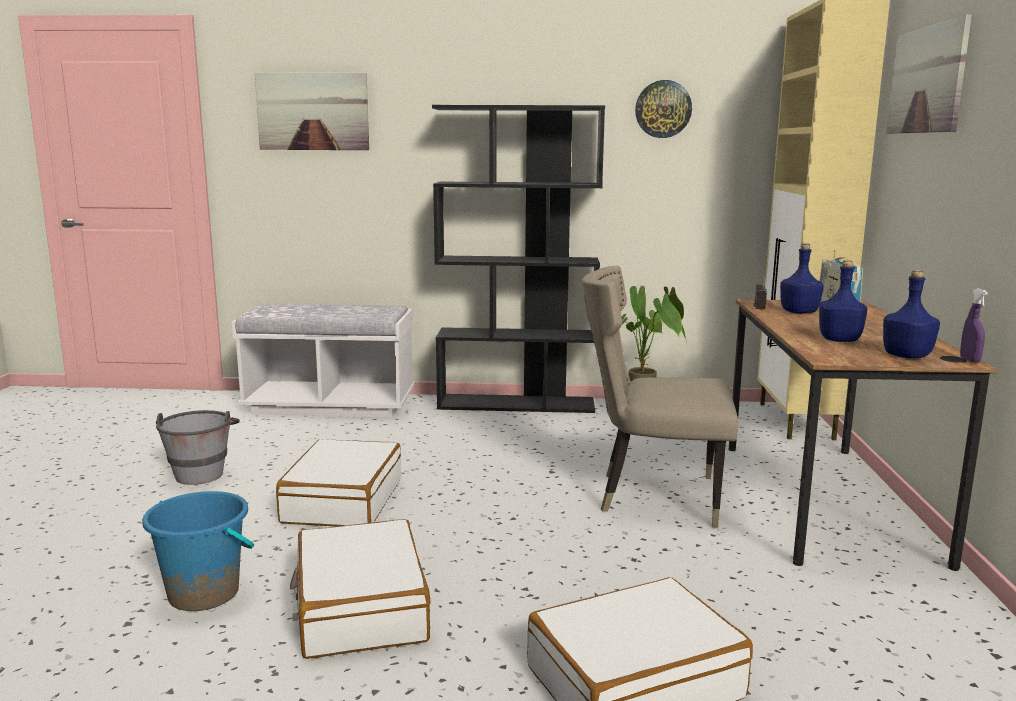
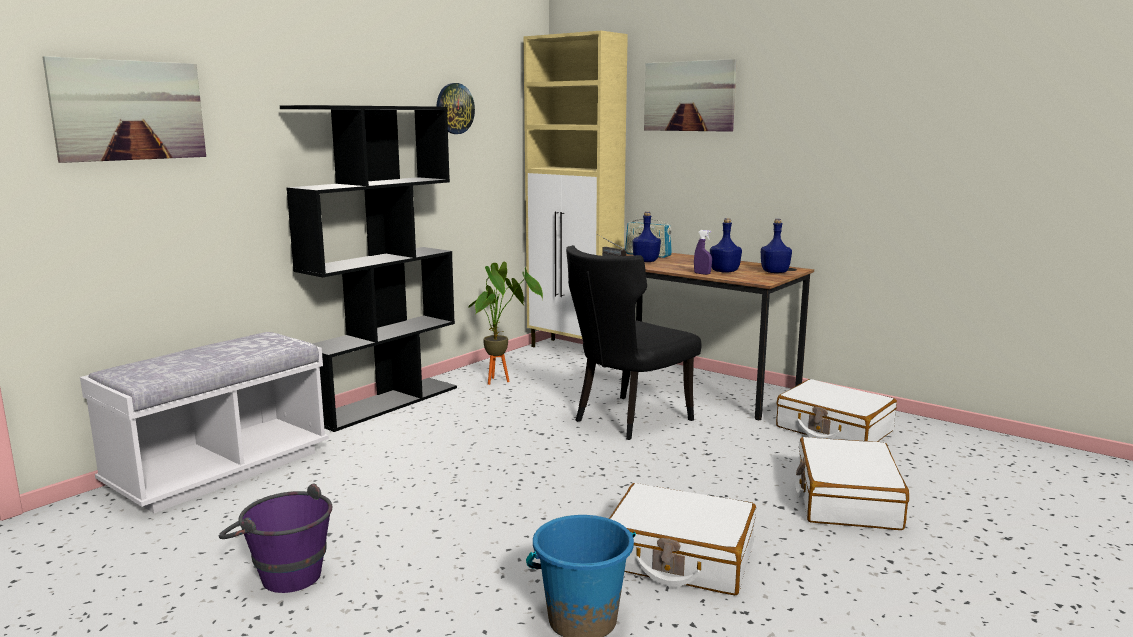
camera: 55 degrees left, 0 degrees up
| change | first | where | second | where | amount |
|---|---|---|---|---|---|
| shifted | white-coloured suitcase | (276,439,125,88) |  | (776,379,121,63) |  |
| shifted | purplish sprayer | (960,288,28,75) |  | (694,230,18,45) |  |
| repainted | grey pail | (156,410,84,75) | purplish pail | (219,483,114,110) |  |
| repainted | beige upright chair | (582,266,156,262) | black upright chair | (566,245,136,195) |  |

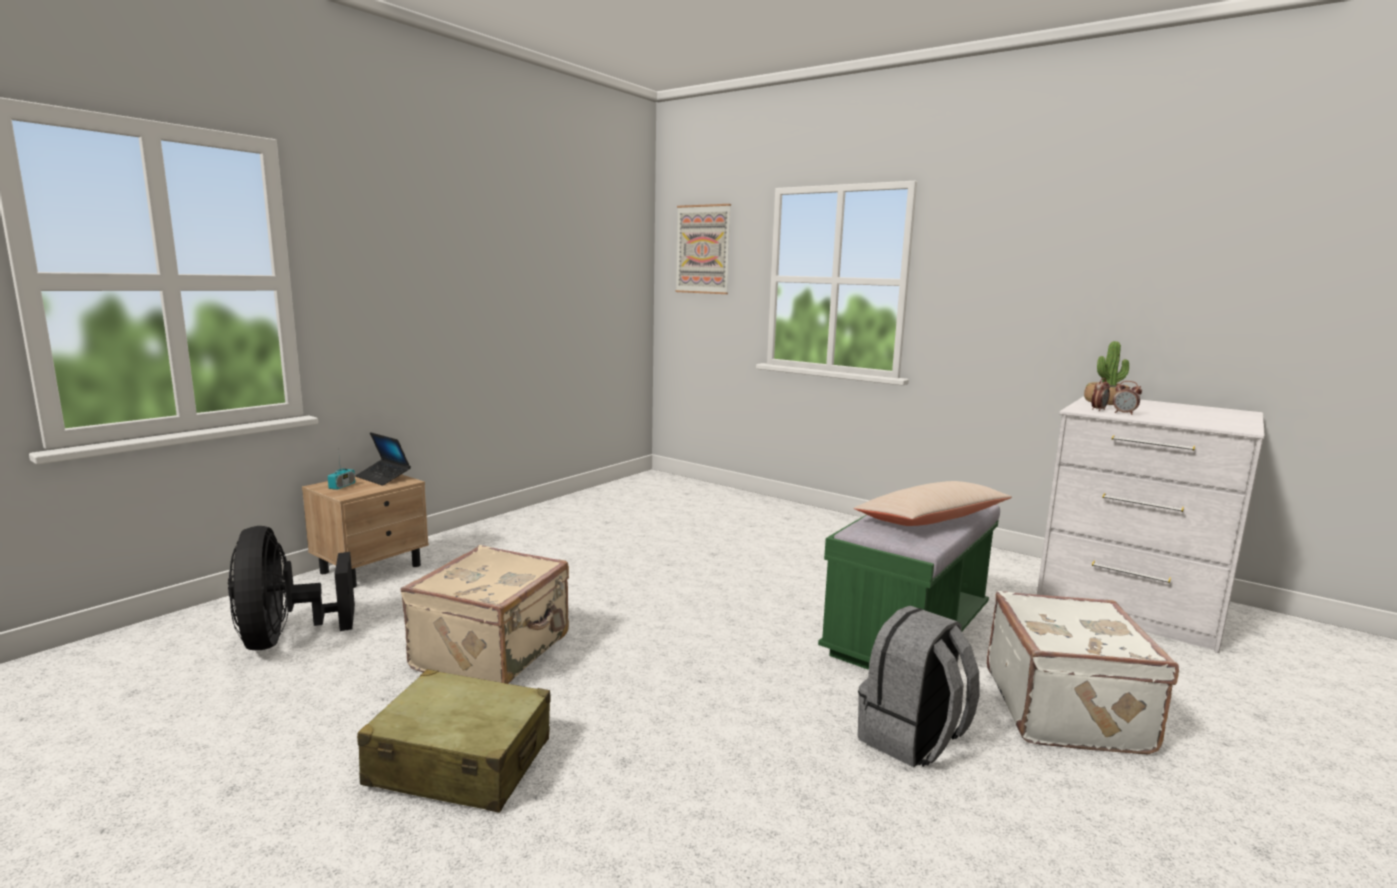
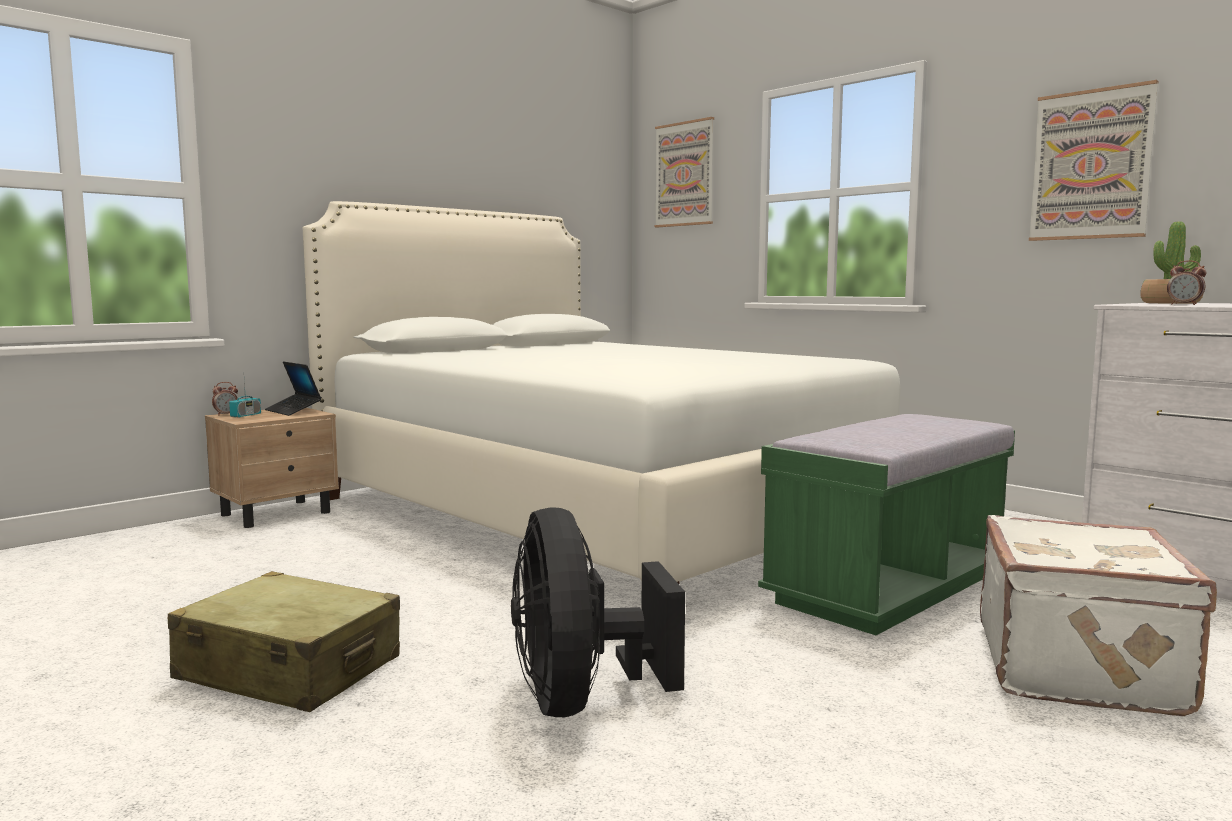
camera: 10 degrees right, 5 degrees down
| change | first | where | second | where | amount |
|---|---|---|---|---|---|
| gone | beige suitcase | (400,545,169,139) |  |  |  |
| gone | beige pillow | (854,481,158,45) |  |  |  |
| gone | grey rucksack | (858,606,122,161) |  |  |  |
| new |  |  | white-coloured sleeping bed | (303,201,598,383) |  |
| new |  |  | picture | (1029,80,129,161) |  |
| shifted | black fan | (228,526,127,124) |  | (511,507,174,210) |  |
| shifted | table clock | (1091,378,19,33) |  | (212,382,26,34) |  |

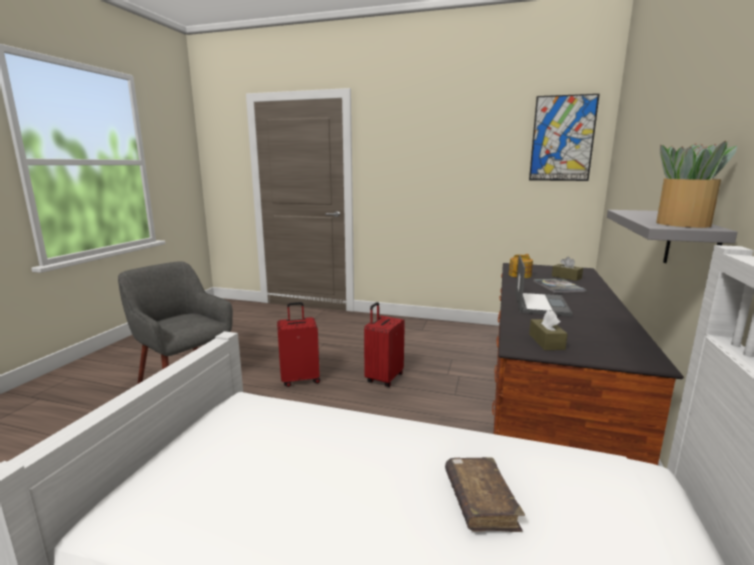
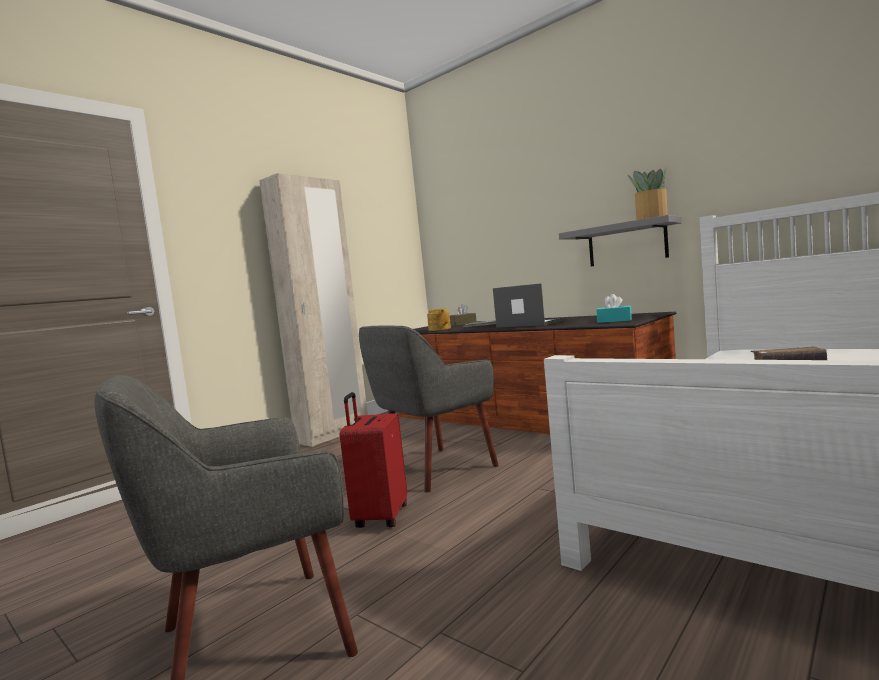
camera: 65 degrees left, 10 degrees down
| change | first | where | second | where | amount |
|---|---|---|---|---|---|
| gone | picture | (529,94,71,87) |  |  |  |
| new |  |  | beige clothes cupboard | (259,173,109,274) |  |
| swapped | red suitcase | (364,302,41,85) | grey easy chair | (359,325,140,168) |  |
| repainted | brown tissue box | (529,310,39,40) | blue-green tissue box | (596,294,36,29) |  |

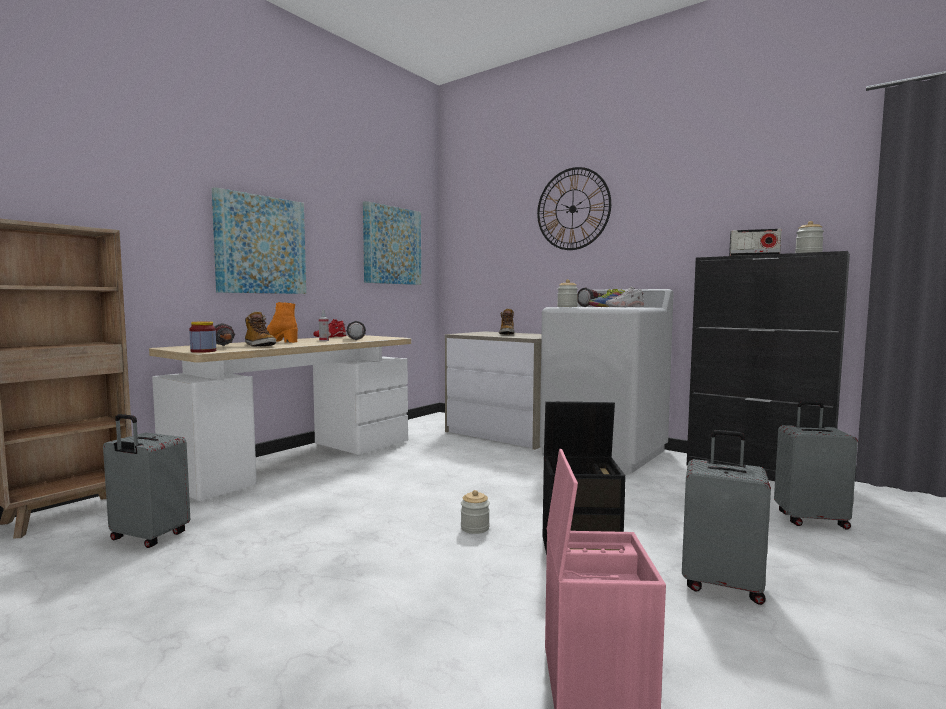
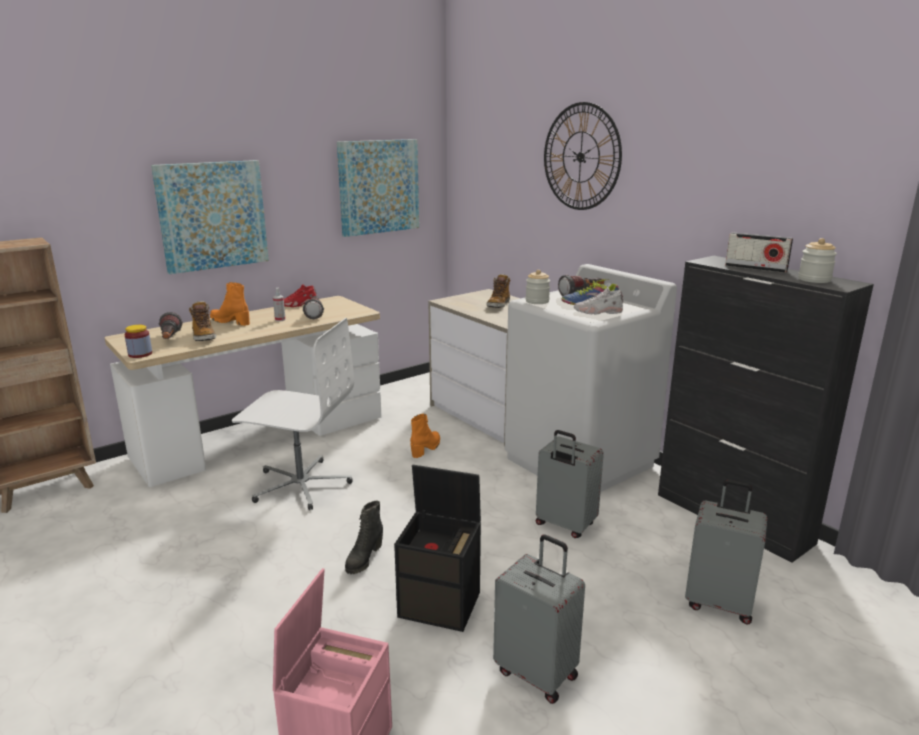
camera: 15 degrees right, 15 degrees up
| change | first | where | second | where | amount |
|---|---|---|---|---|---|
| new |  |  | white-coloured desk chair | (232,318,122,192) |  |
| new |  |  | orangey high-top boot | (410,413,30,45) |  |
| shifted | grey suitcase | (103,414,87,134) |  | (536,430,68,108) |  |
| swapped | storage jar | (461,490,29,44) | black high-top boot | (345,500,38,74) |  |

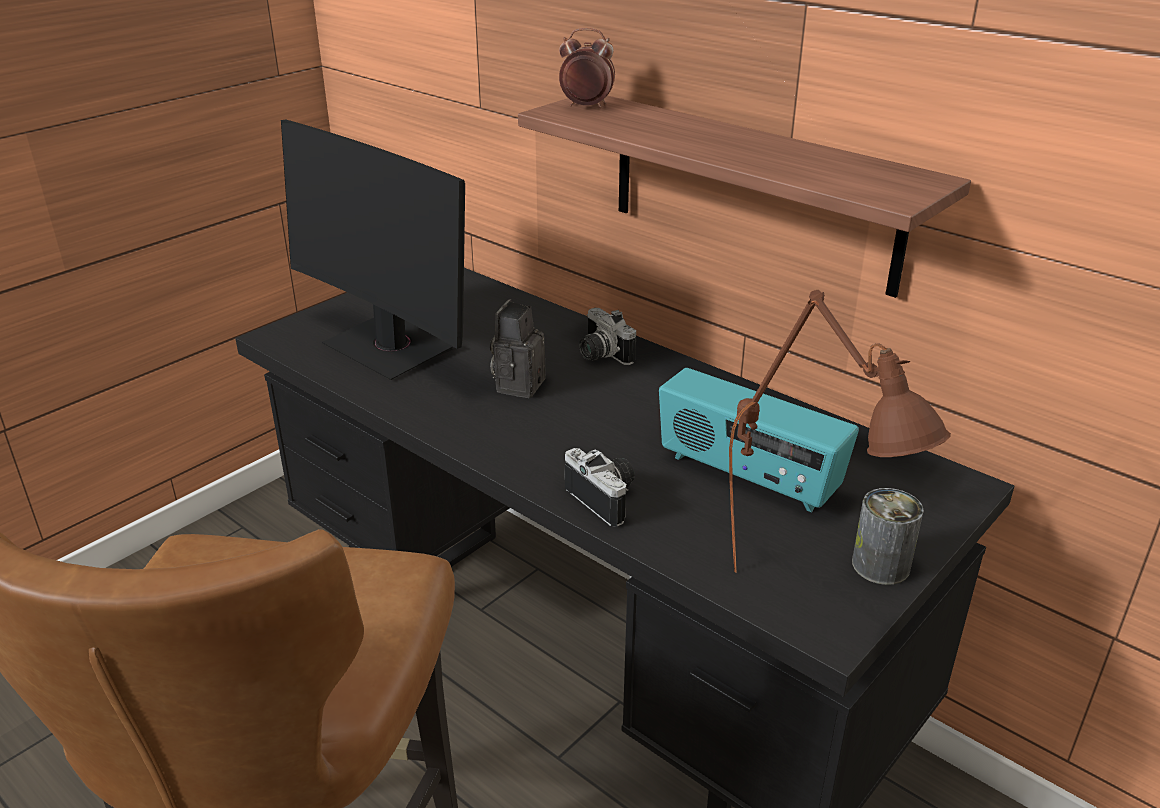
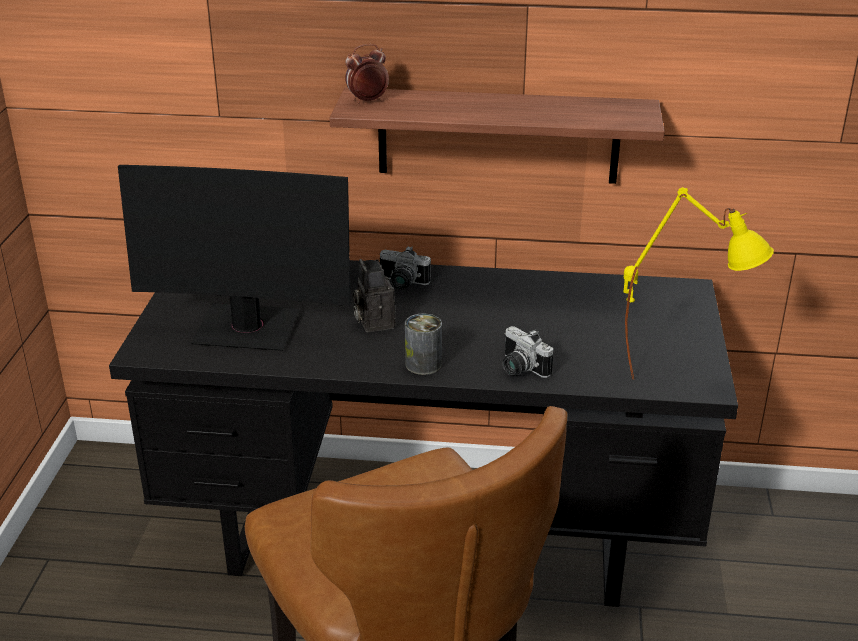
camera: 35 degrees left, 0 degrees up
| change | first | where | second | where | amount |
|---|---|---|---|---|---|
| gone | radio set | (659,368,200,144) |  |  |  |
| shifted | can | (852,488,72,97) |  | (405,313,37,62) |  |
| repainted | brown table lamp | (729,290,222,283) | yellow-coloured table lamp | (623,187,151,193) |  |
| rotated | still camera | (565,448,70,79) |  | (502,326,51,52) | 150 degrees counterclockwise |

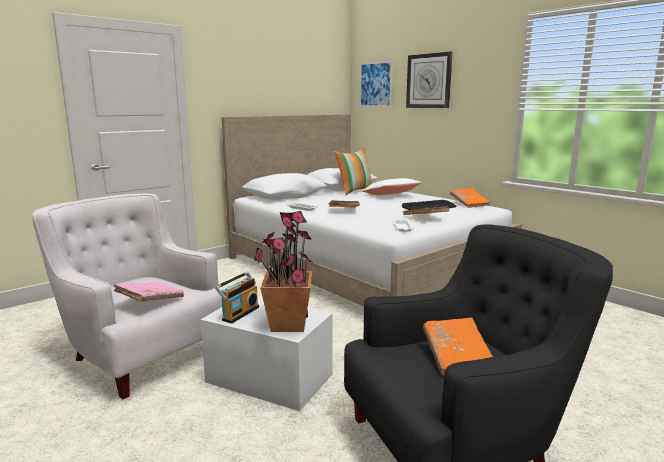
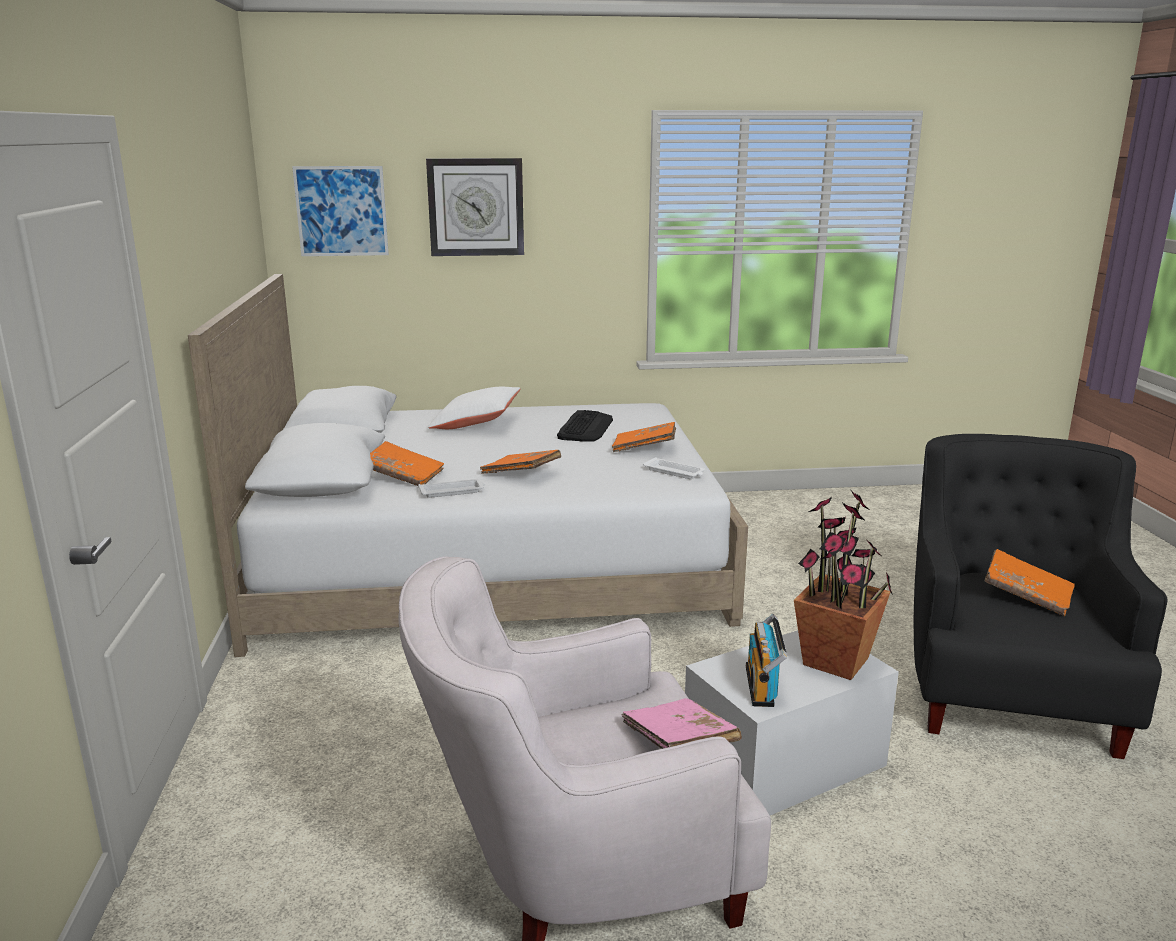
camera: 55 degrees left, 5 degrees up
| change | first | where | second | where | amount |
|---|---|---|---|---|---|
| gone | pillow | (334,148,38,47) |  |  |  |
| shifted | orangey volume | (450,187,41,21) |  | (370,441,74,45) |  |
| rotated | radio set | (215,272,44,52) |  | (746,614,41,93) | 150 degrees counterclockwise |

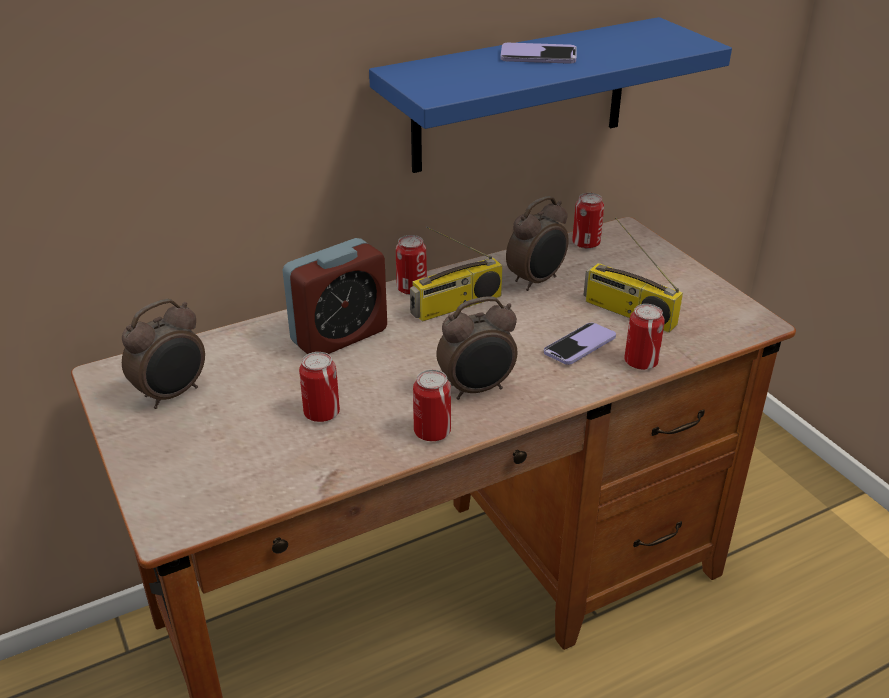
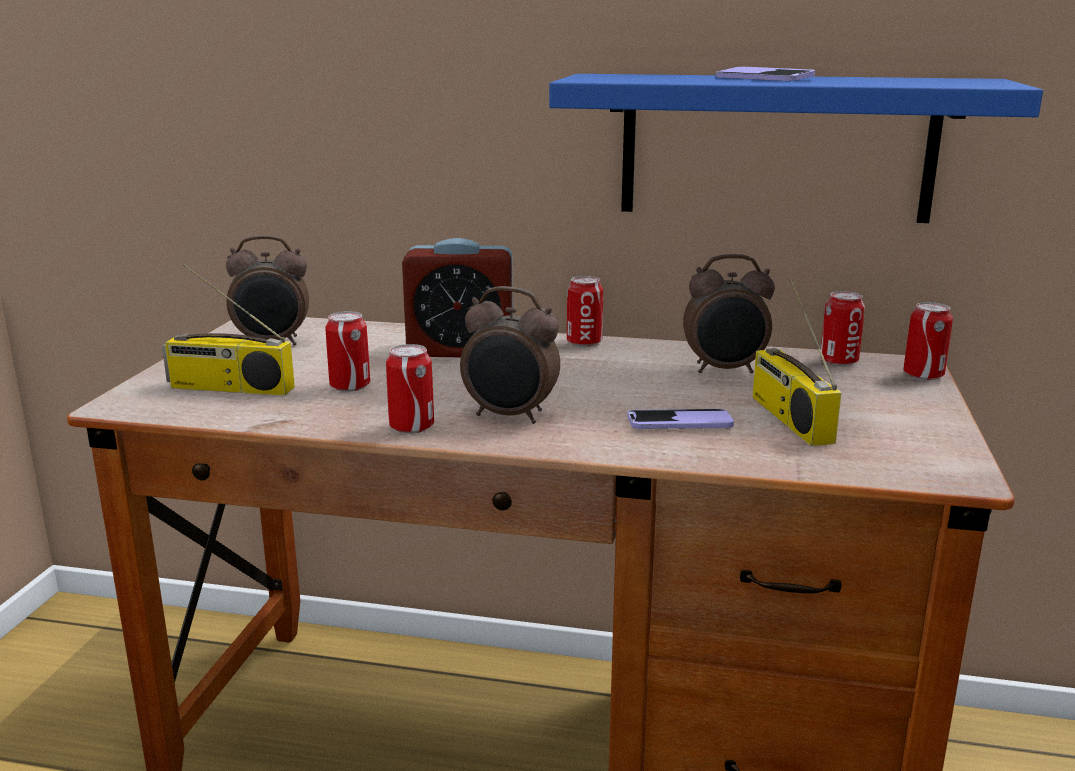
camera: 40 degrees right, 15 degrees down
| change | first | where | second | where | amount |
|---|---|---|---|---|---|
| shifted | radio set | (410,226,93,95) |  | (162,264,133,132) |  |
| shifted | can | (624,304,41,66) |  | (903,302,50,78) |  |

